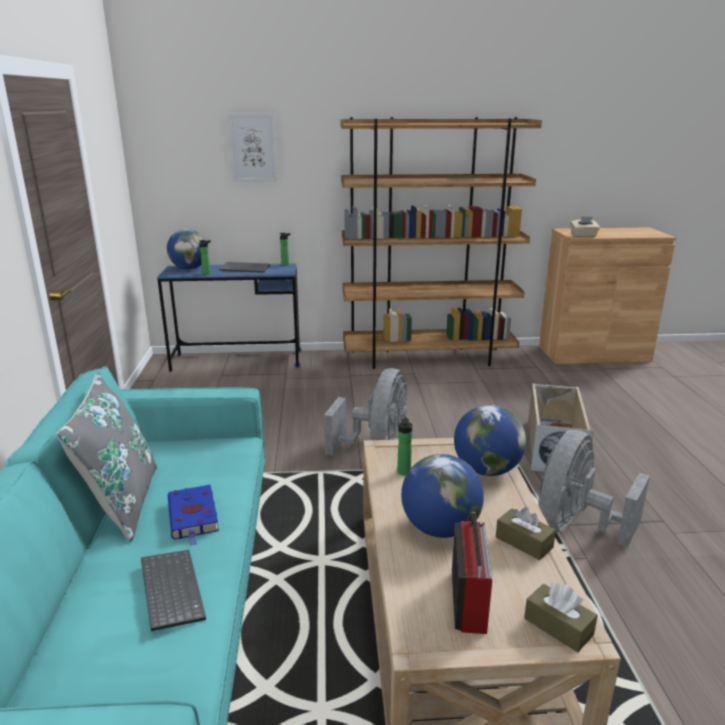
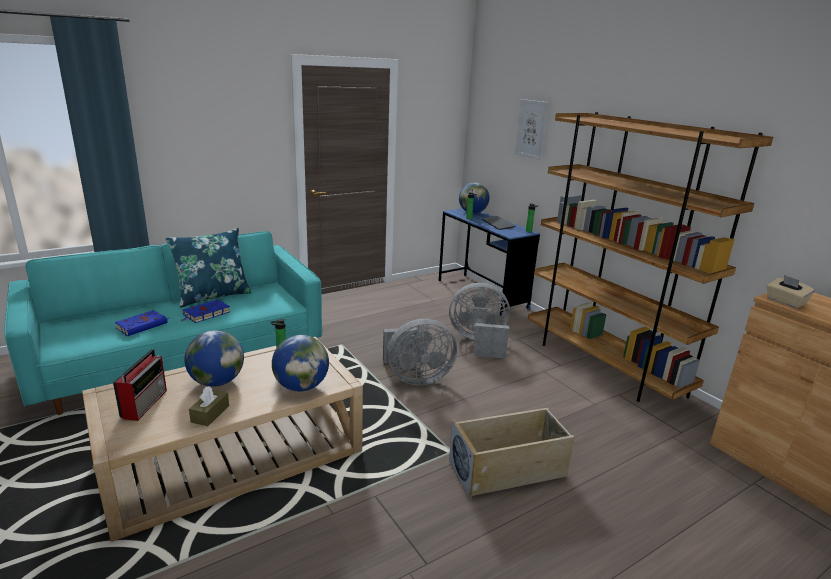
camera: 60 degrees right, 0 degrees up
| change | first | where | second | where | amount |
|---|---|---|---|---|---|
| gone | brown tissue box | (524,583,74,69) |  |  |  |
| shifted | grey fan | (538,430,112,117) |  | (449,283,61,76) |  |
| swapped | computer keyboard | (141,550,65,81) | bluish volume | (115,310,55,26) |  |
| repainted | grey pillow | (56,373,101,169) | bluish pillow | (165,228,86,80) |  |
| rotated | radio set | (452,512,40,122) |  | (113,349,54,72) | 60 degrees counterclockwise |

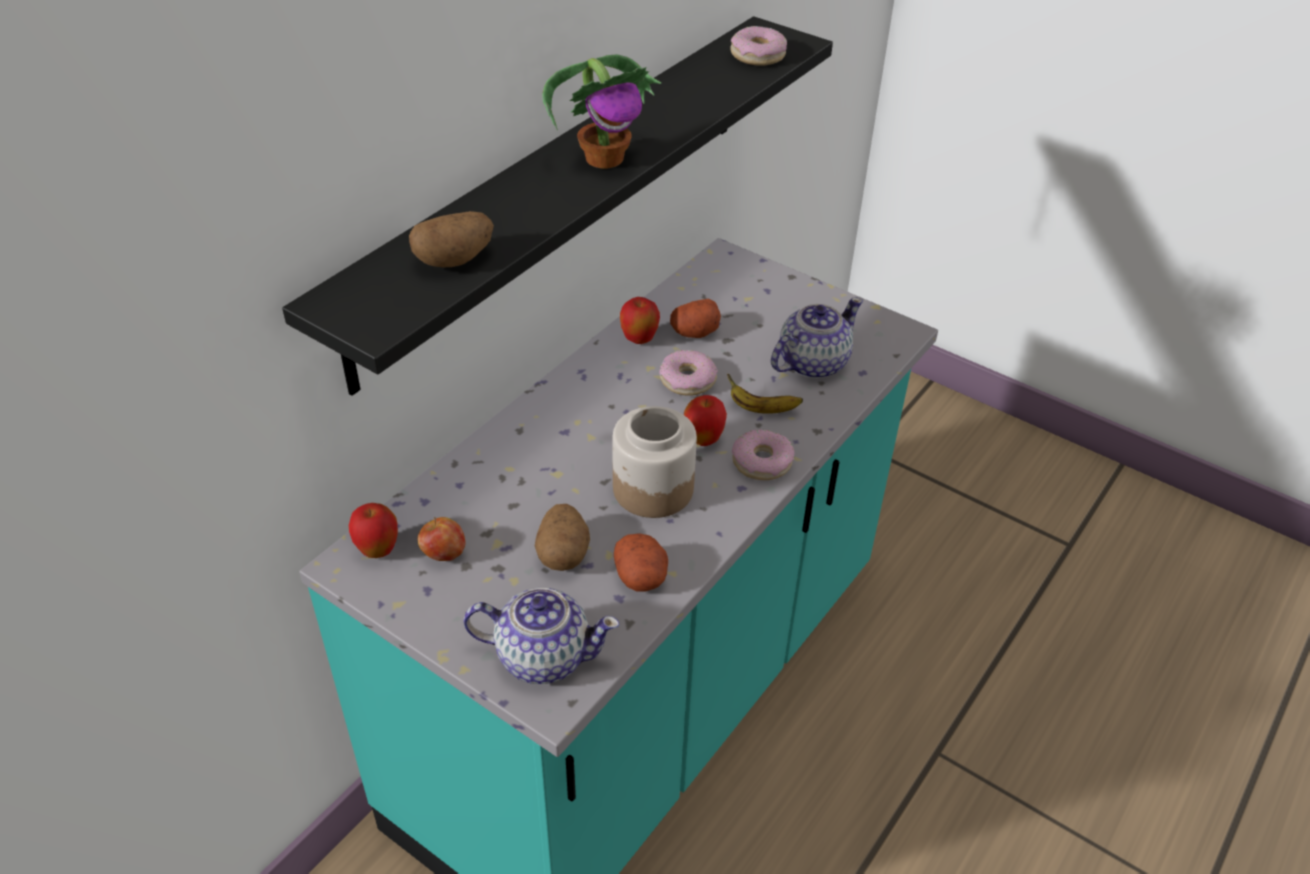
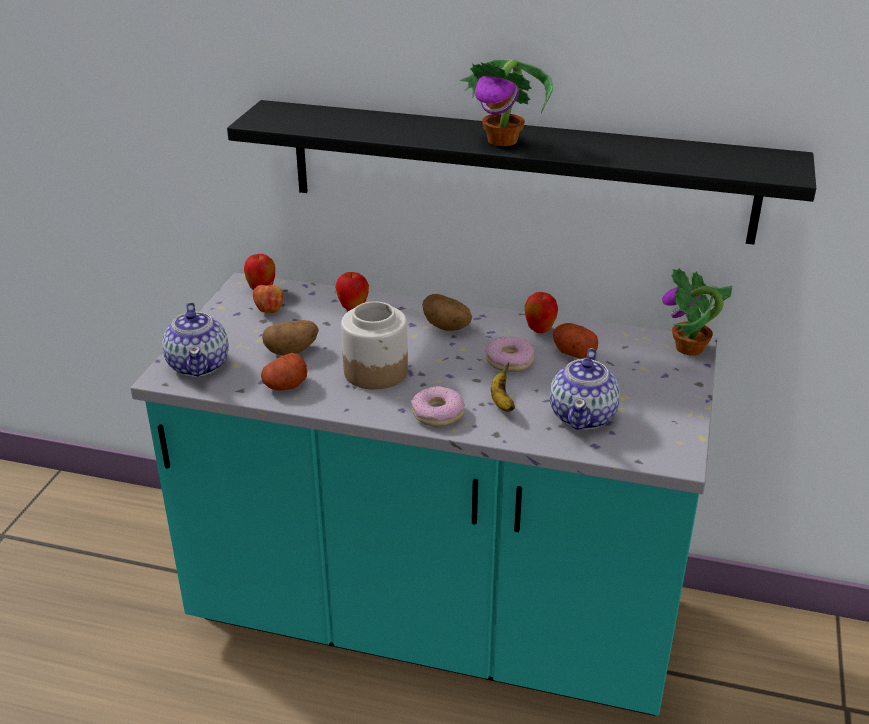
camera: 70 degrees right, 10 degrees down
| change | first | where | second | where | amount |
|---|---|---|---|---|---|
| gone | donut | (730,26,57,40) |  |  |  |
| new |  |  | plant in a pot | (662,268,70,87) |  |
| shifted | spud | (409,211,85,57) |  | (422,294,50,37) |  |
| shifted | apple | (684,395,43,51) |  | (335,272,34,39) |  |
| rotated | tea pot | (771,297,92,82) |  | (550,348,70,82) | 75 degrees clockwise |

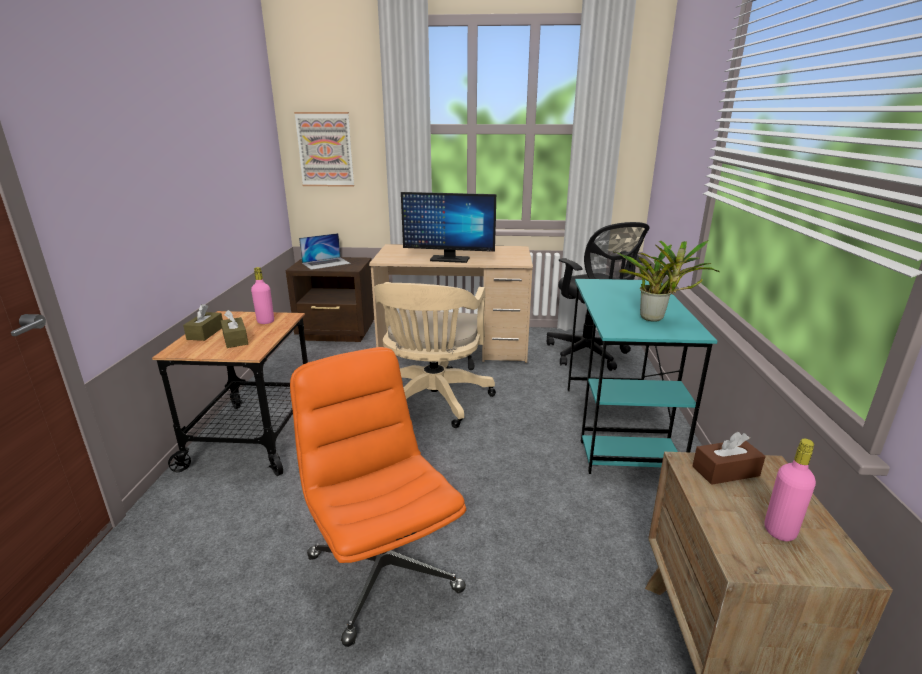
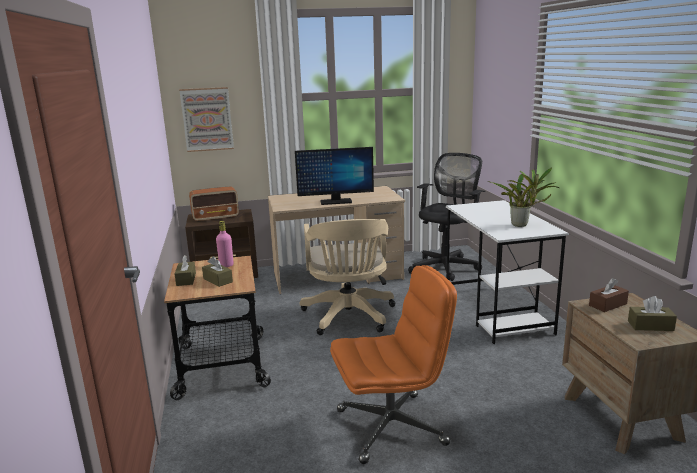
camera: 15 degrees left, 5 degrees down
| change | first | where | second | where | amount |
|---|---|---|---|---|---|
| swapped | laptop | (299,233,52,37) | radio set | (189,187,50,35) |  |
| swapped | pink drink bottle | (765,439,51,102) | brown tissue box | (628,296,49,35) |  |
| repainted | blue-green desk table | (567,279,150,195) | white-coloured desk table | (446,200,123,144) |  |
| rotated | orangey desk chair | (290,347,176,300) |  | (330,265,127,199) | 120 degrees clockwise |
| rotated | black desk chair | (546,222,103,149) |  | (408,153,77,128) | 105 degrees counterclockwise |

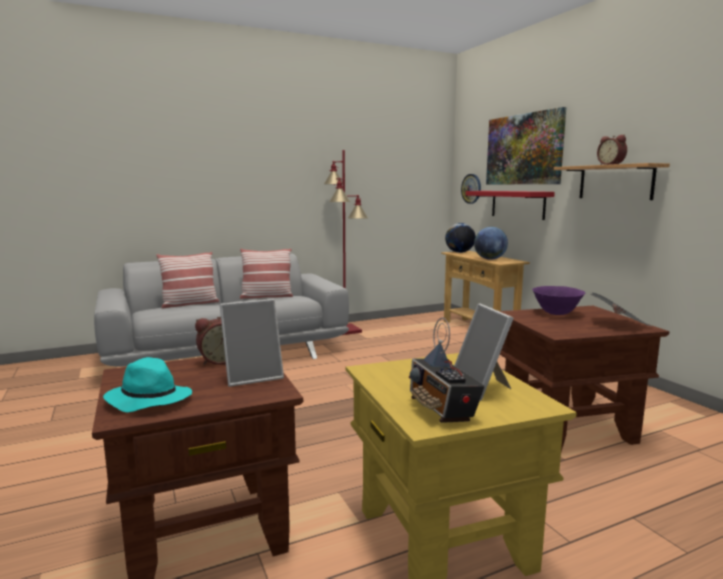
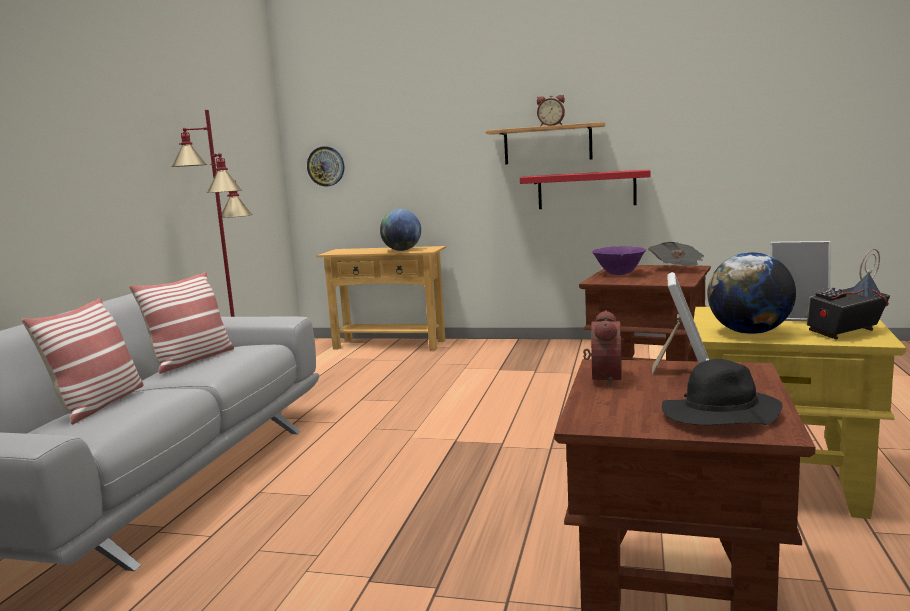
camera: 50 degrees left, 0 degrees up
| change | first | where | second | where | amount |
|---|---|---|---|---|---|
| gone | picture | (486,107,80,77) |  |  |  |
| shifted | desk globe | (445,223,31,30) |  | (707,252,89,82) |  |
| shifted | red bracket shelf | (466,191,89,29) |  | (520,170,131,39) |  |
| repainted | blue-green clothing hat | (103,357,89,55) | black clothing hat | (662,359,121,66) |  |
| rotated | radio set | (409,318,76,105) |  | (805,249,85,90) | 135 degrees clockwise |

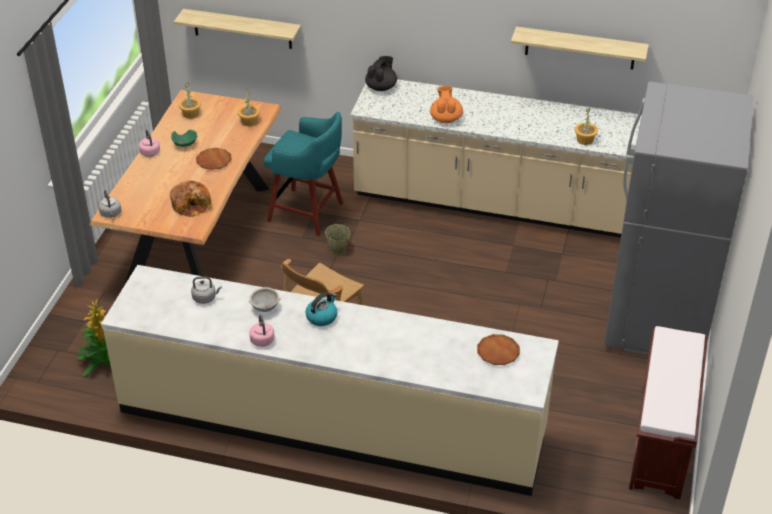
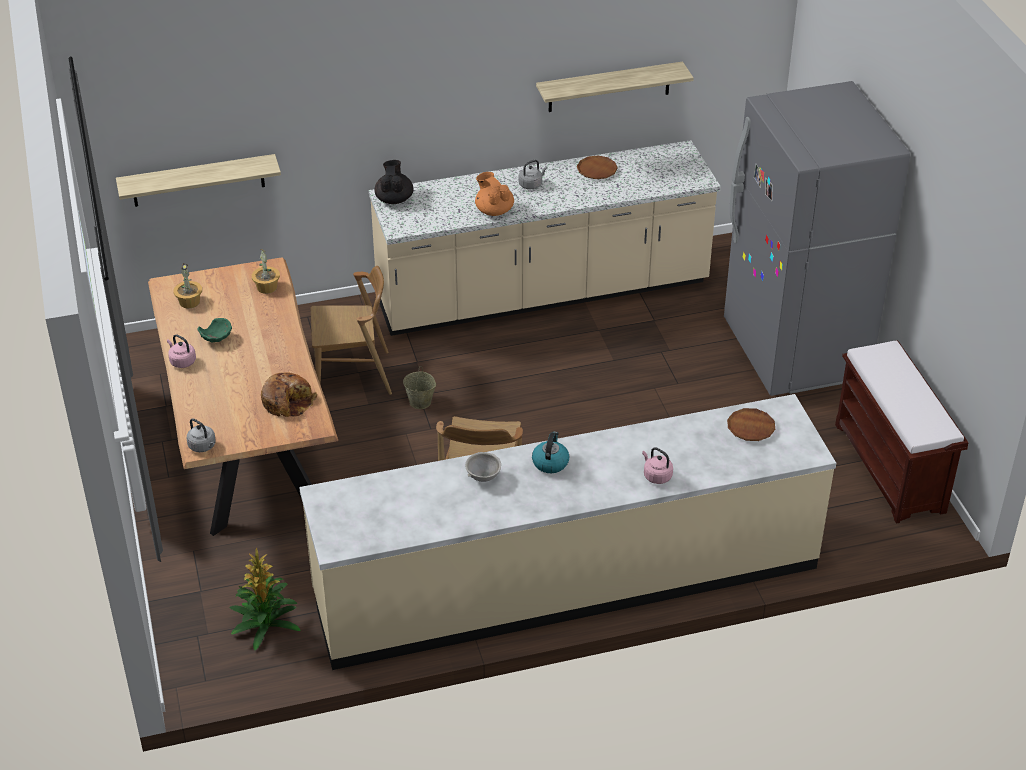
camera: 30 degrees left, 0 degrees up
| change | first | where | second | where | amount |
|---|---|---|---|---|---|
| gone | plant in a pot | (574,108,24,37) |  |  |  |
| shifted | grey kettle | (191,276,31,28) |  | (518,160,29,29) |  |
| shifted | brown dinner plate | (196,148,36,22) |  | (577,155,41,24) |  |
| shifted | pink kettle | (249,315,26,32) |  | (642,447,31,37) |  |
| swapped | blue-green sitting stool | (263,112,80,124) | brown upright chair | (311,266,81,129) |  |

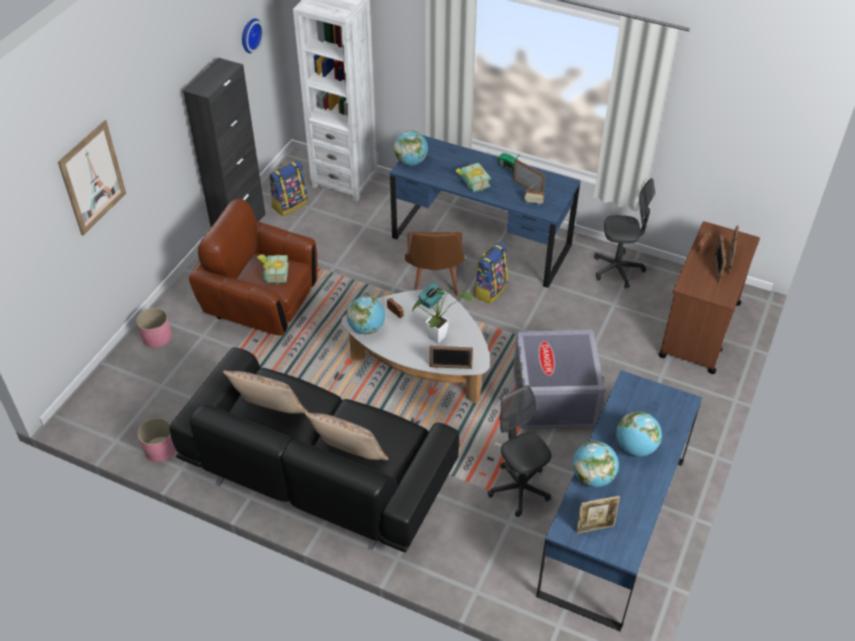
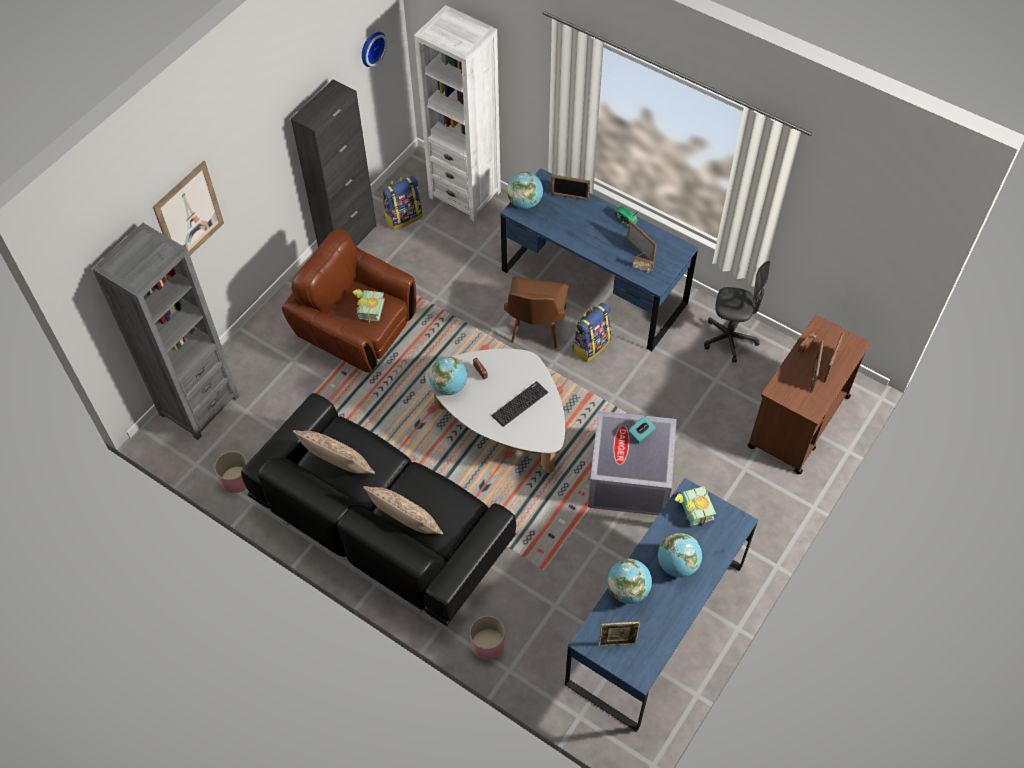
camera: 10 degrees right, 10 degrees up
| change | first | where | second | where | amount |
|---|---|---|---|---|---|
| gone | grey desk chair | (488,385,63,132) |  |  |  |
| new |  |  | grey shelving unit | (92,223,147,217) |  |
| shifted | pink flower pot | (136,308,36,40) |  | (470,616,35,44) |  |
| shifted | blue-green tissue box | (419,283,25,26) |  | (628,416,28,28) |  |
| shifted | standing frame | (430,346,43,23) |  | (551,175,39,26) |  |
| shifted | volume | (456,163,35,29) |  | (675,486,41,40) |  |
| swapped | plant in a pot | (412,284,61,59) | computer keyboard | (491,381,57,46) |  |

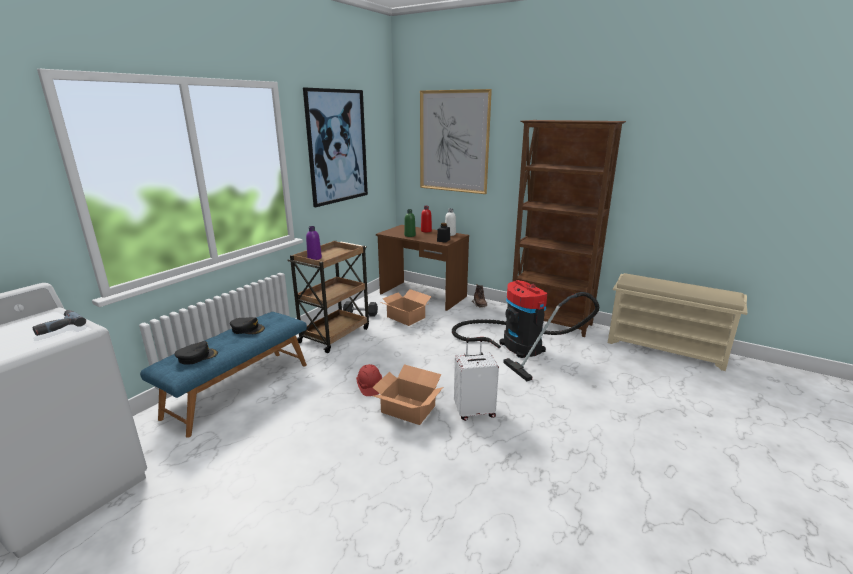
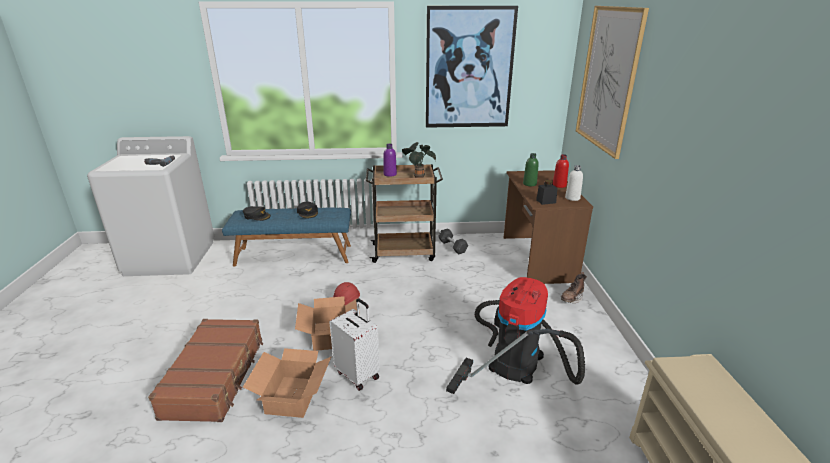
camera: 55 degrees right, 5 degrees up
| change | first | where | second | where | amount |
|---|---|---|---|---|---|
| gone | brown shelving unit | (512,120,114,217) |  |  |  |
| new |  |  | brown suitcase | (148,319,115,103) |  |
| new |  |  | plant in a pot | (402,142,34,36) |  |
| shifted | carton | (381,289,51,37) |  | (243,348,88,70) |  |

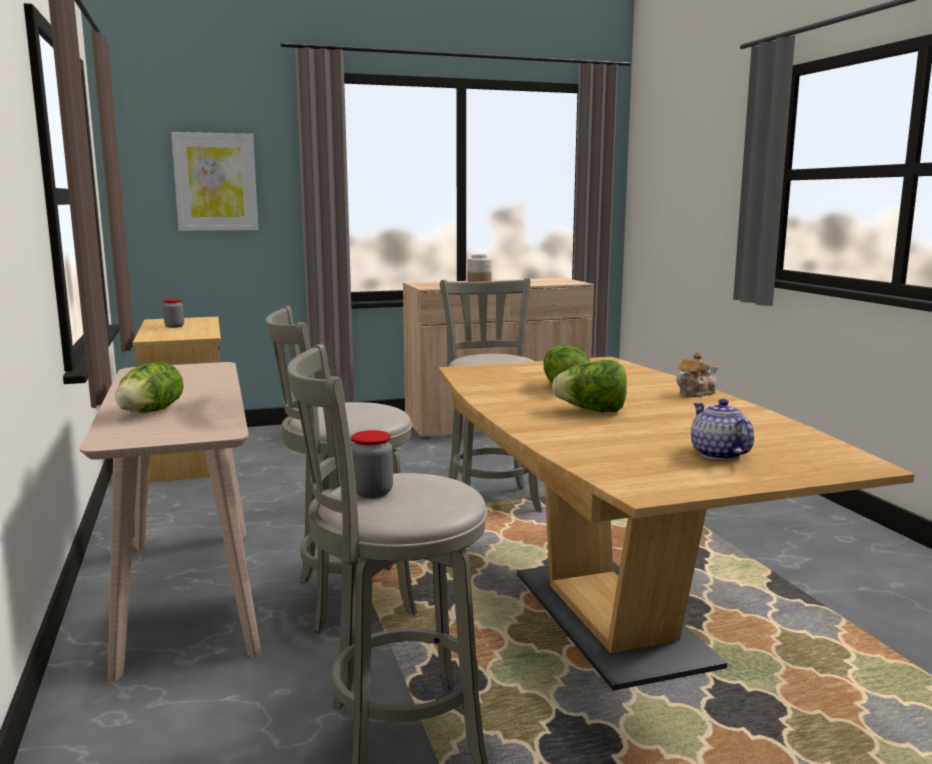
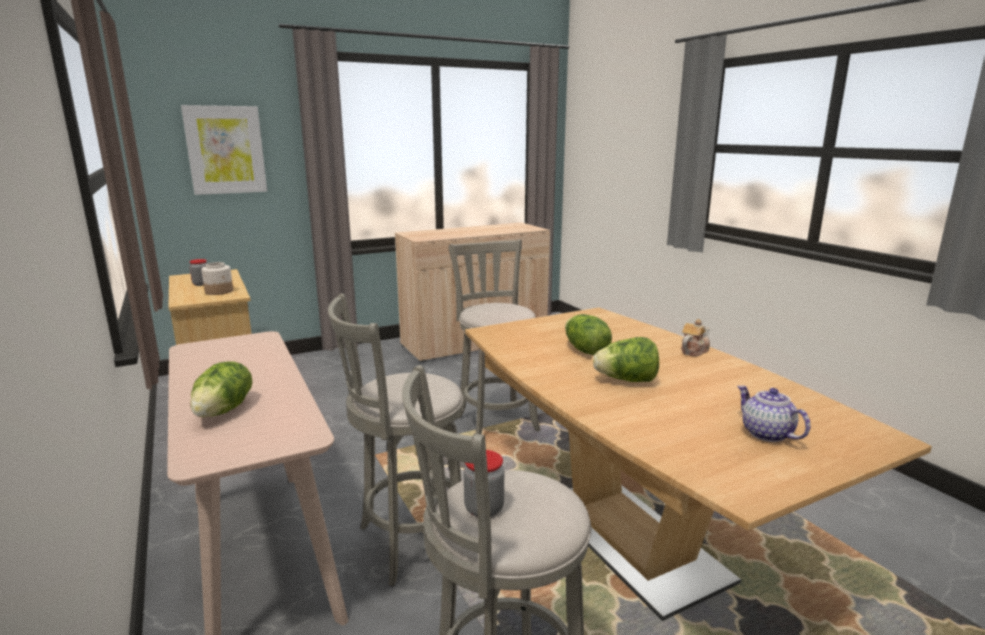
camera: 10 degrees left, 5 degrees up
| change | first | where | second | where | amount |
|---|---|---|---|---|---|
| shifted | storage jar | (467,254,25,28) |  | (201,262,32,33) |  |

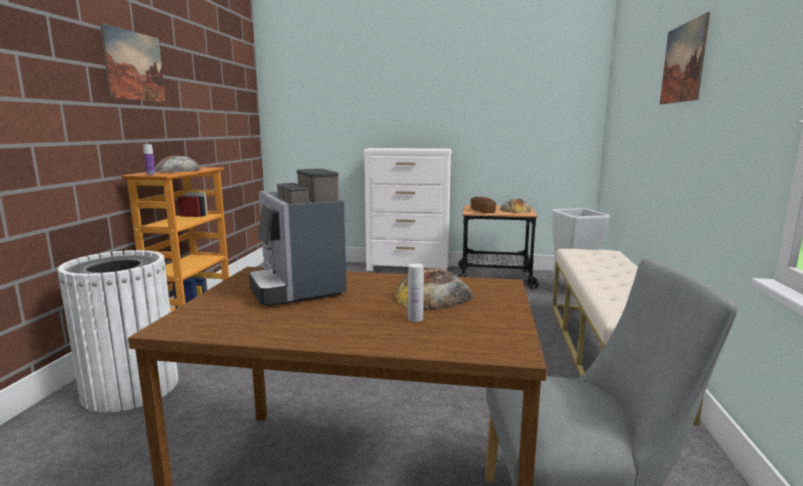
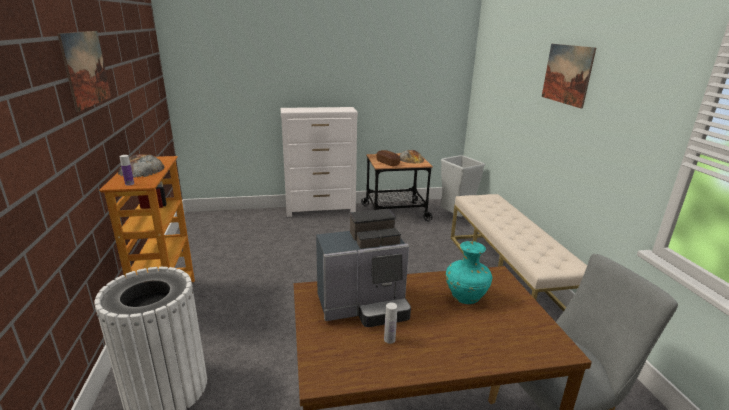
camera: 20 degrees left, 10 degrees up
| change | first | where | second | where | amount |
|---|---|---|---|---|---|
| shifted | white-coloured drink bottle | (408,263,16,59) |  | (384,302,13,42) |  |
| swapped | bakery bread | (391,268,82,43) | blue-green decorative vase | (446,241,46,63) |  |
| rotated | coffee brewer | (249,169,98,137) |  | (316,209,95,118) | 60 degrees counterclockwise |

